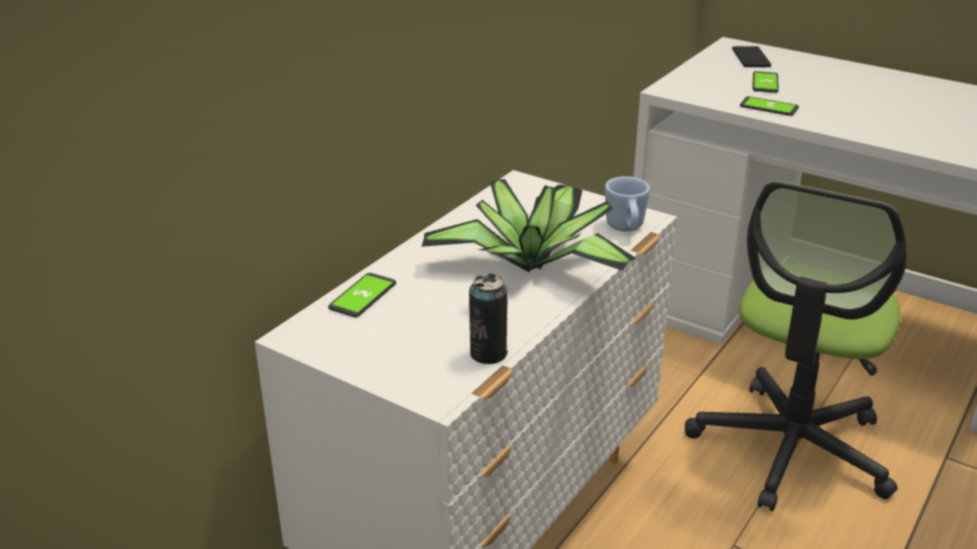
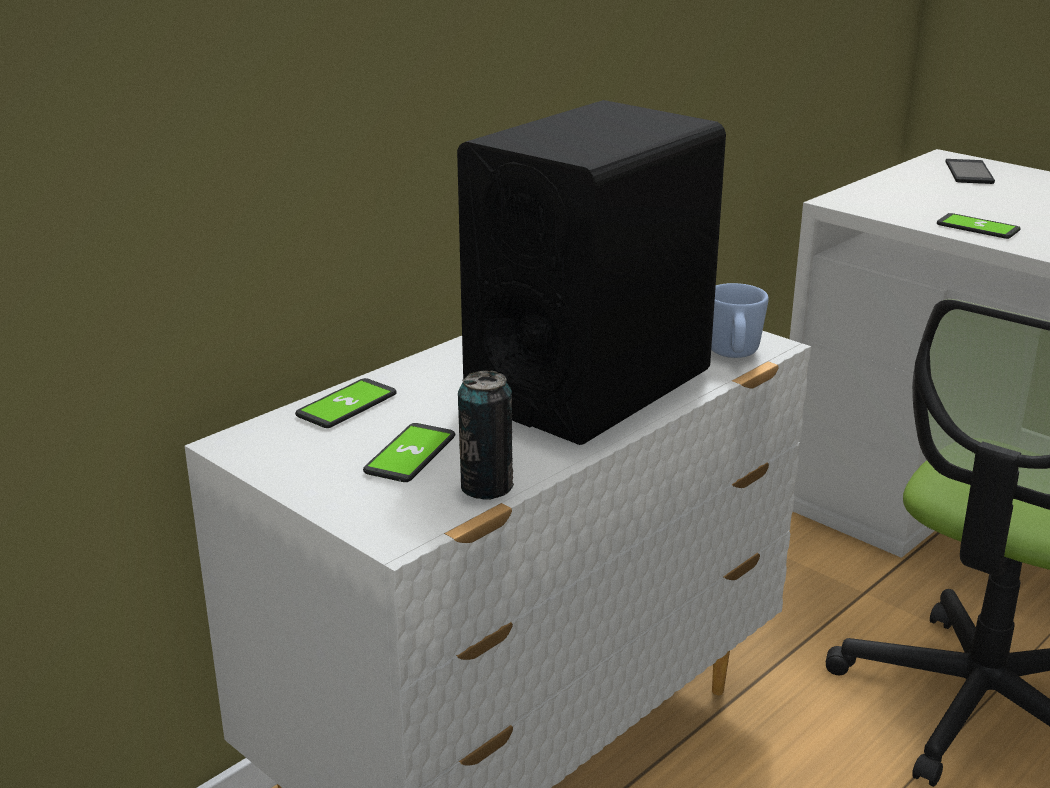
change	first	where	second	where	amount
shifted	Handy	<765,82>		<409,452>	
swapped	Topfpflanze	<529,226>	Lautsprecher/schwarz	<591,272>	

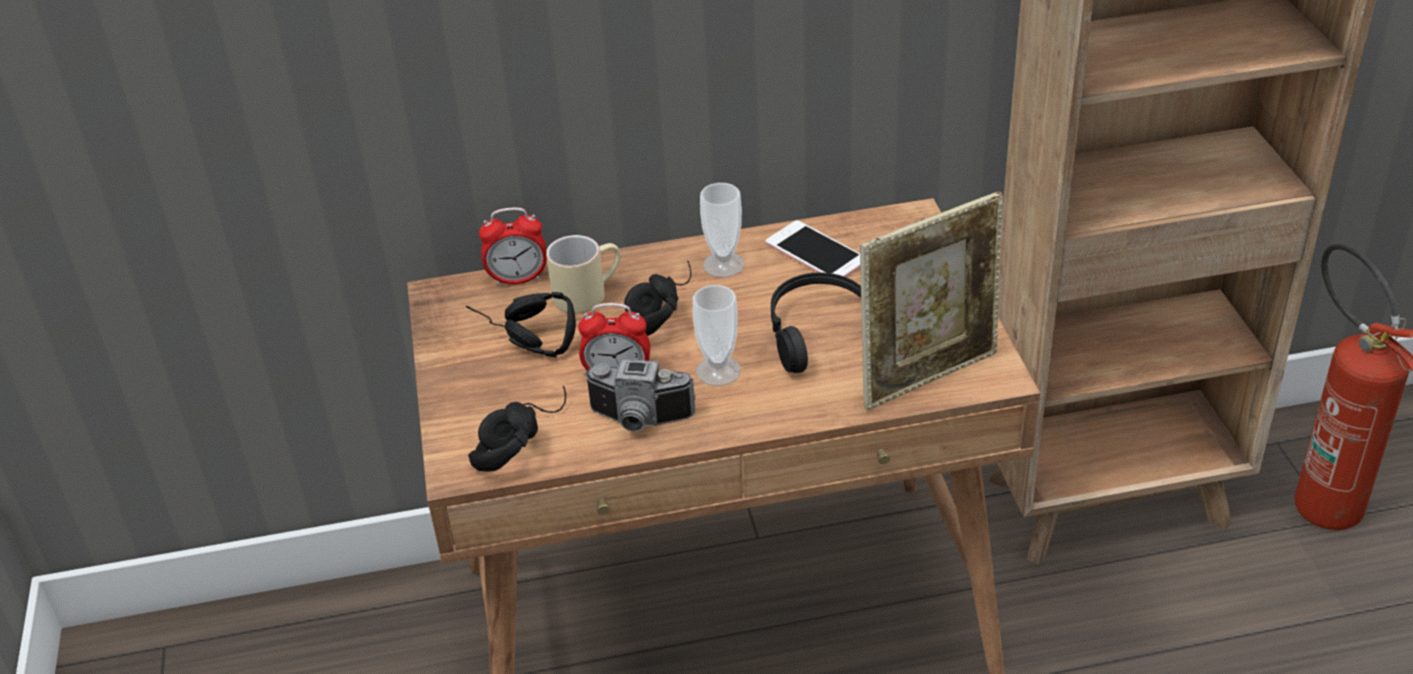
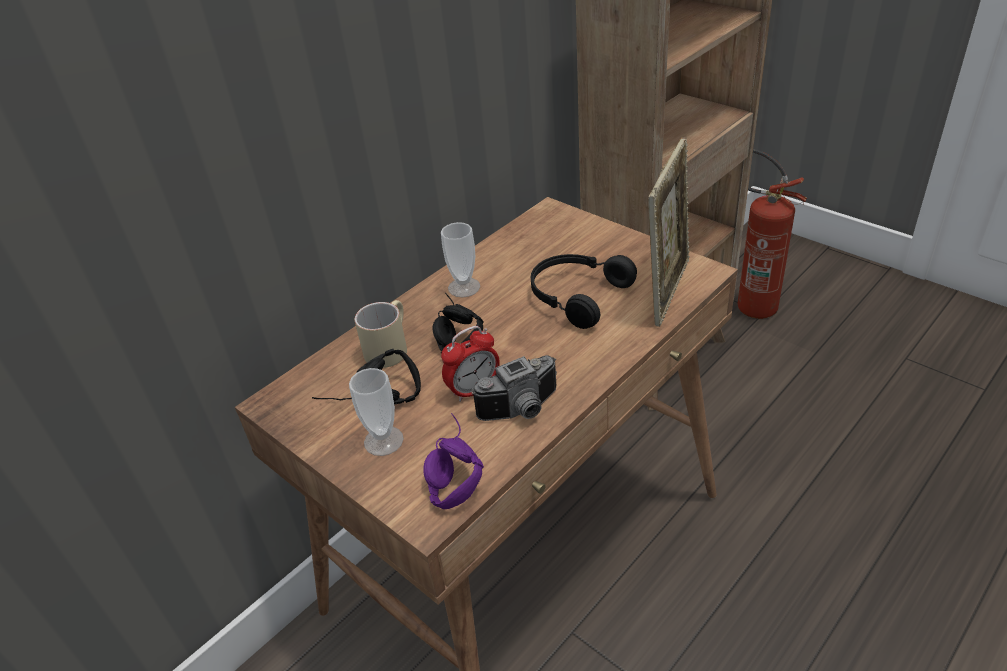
change	first	where	second	where	amount
gone	Wecker	<513,246>			
gone	Handy	<812,248>			
shifted	Tasse	<717,335>		<376,412>	
repainted	Kopfhörer/schwarz	<517,429>	Kopfhörer/lila	<453,461>	

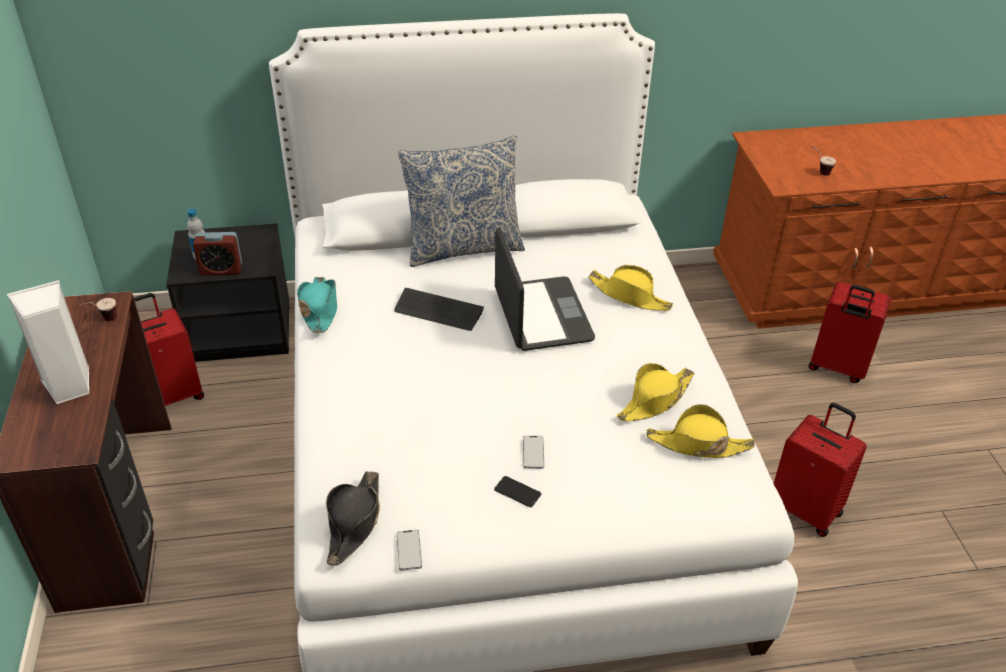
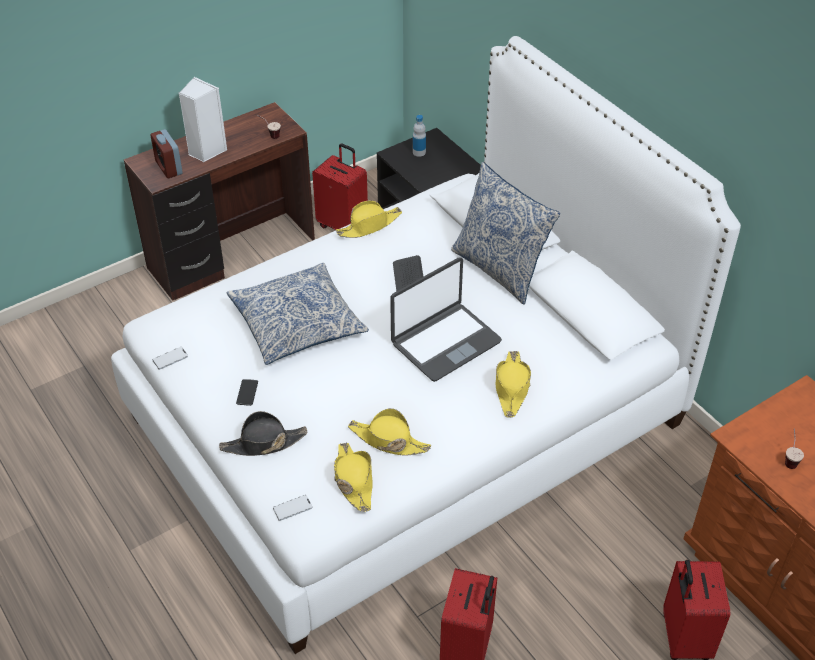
change	first	where	second	where	amount
new			Kissen	<297,314>	
shifted	Wecker	<217,254>		<166,153>	
shifted	Hut/schwarz	<353,518>		<263,433>	
shifted	Handy	<533,452>		<292,508>	
repainted	Hut/türkis	<317,305>	Hut/gelb	<369,219>	

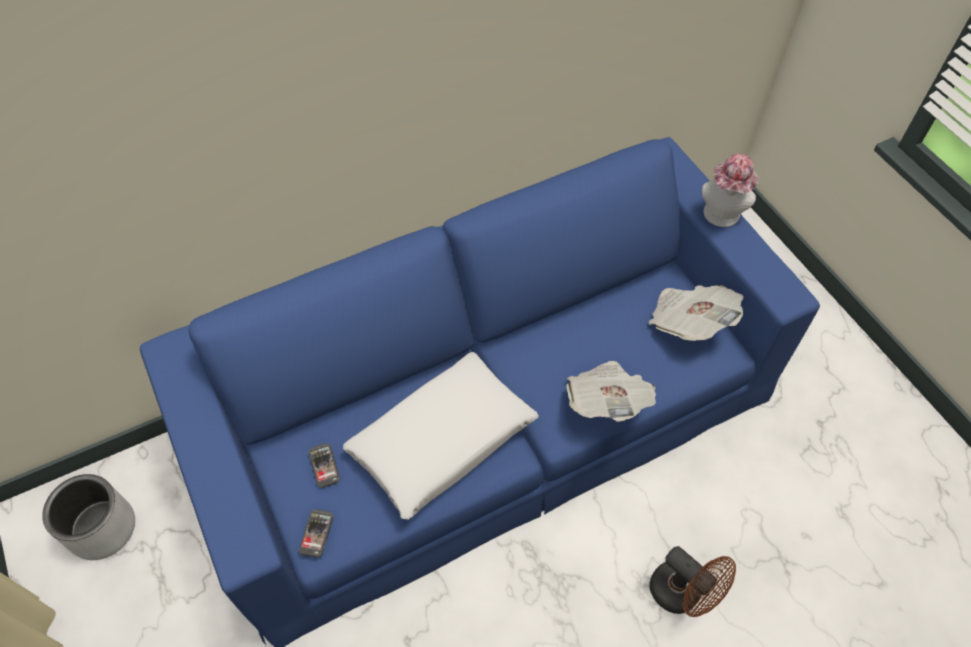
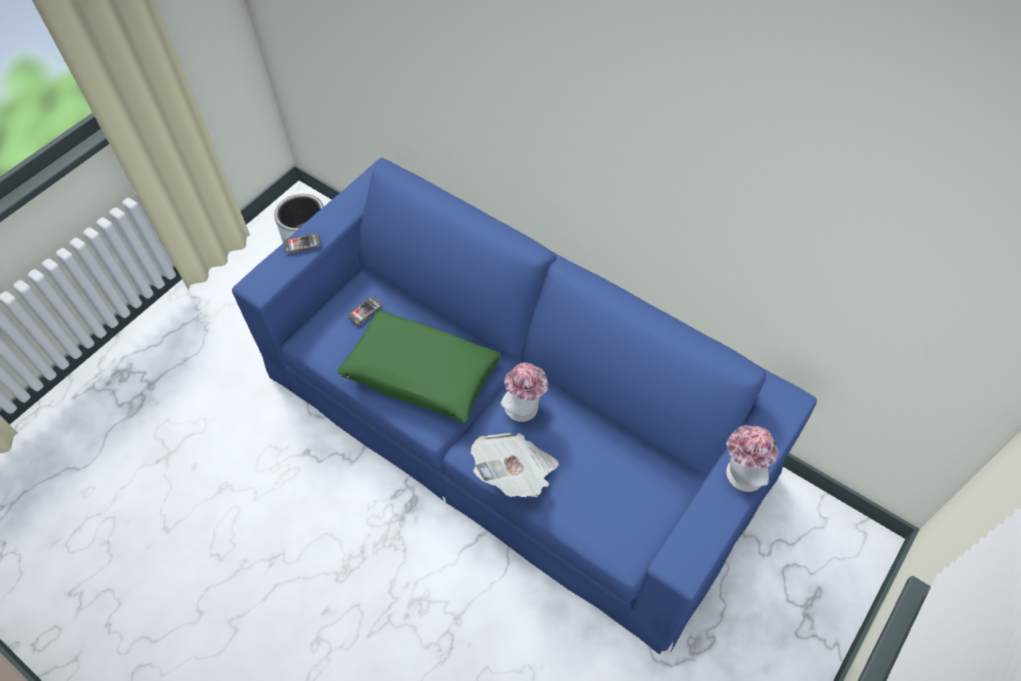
change	first	where	second	where	amount
gone	Zeitung	<696,313>			
gone	Ventilator/braun	<693,581>			
new			Hut	<524,392>	
shifted	Handy	<316,533>		<302,243>	
repainted	Kissen/weiß	<440,436>	Kissen/grün	<419,366>	

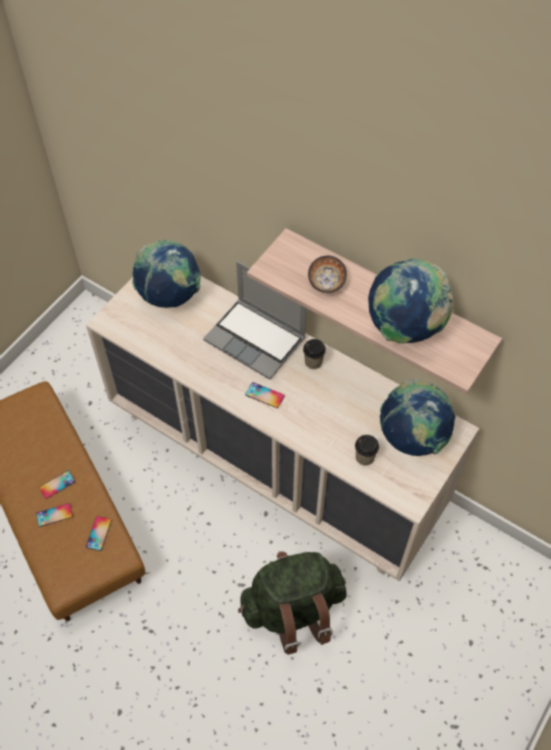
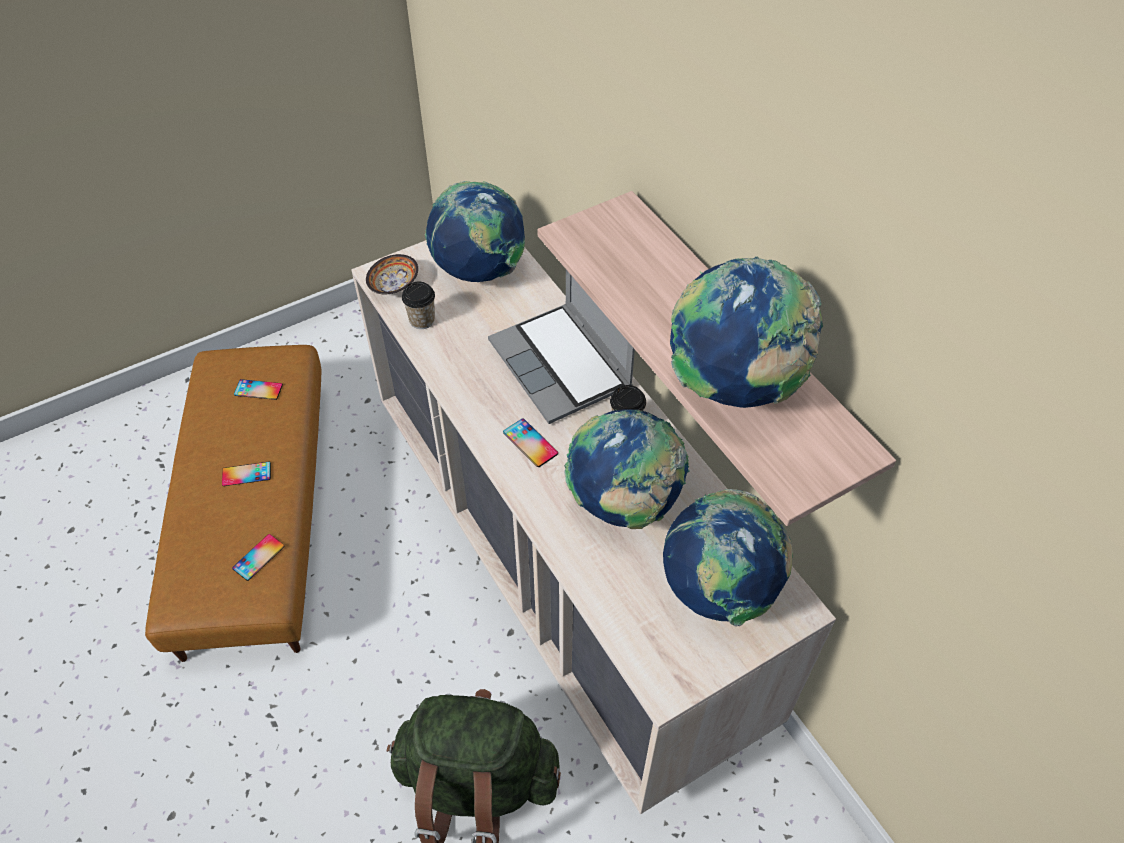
change	first	where	second	where	amount
new			Globus	<626,469>	
shifted	Handy	<54,515>		<258,389>	
shifted	Schüssel	<327,274>		<392,274>	
shifted	Tasse	<367,450>		<418,305>	

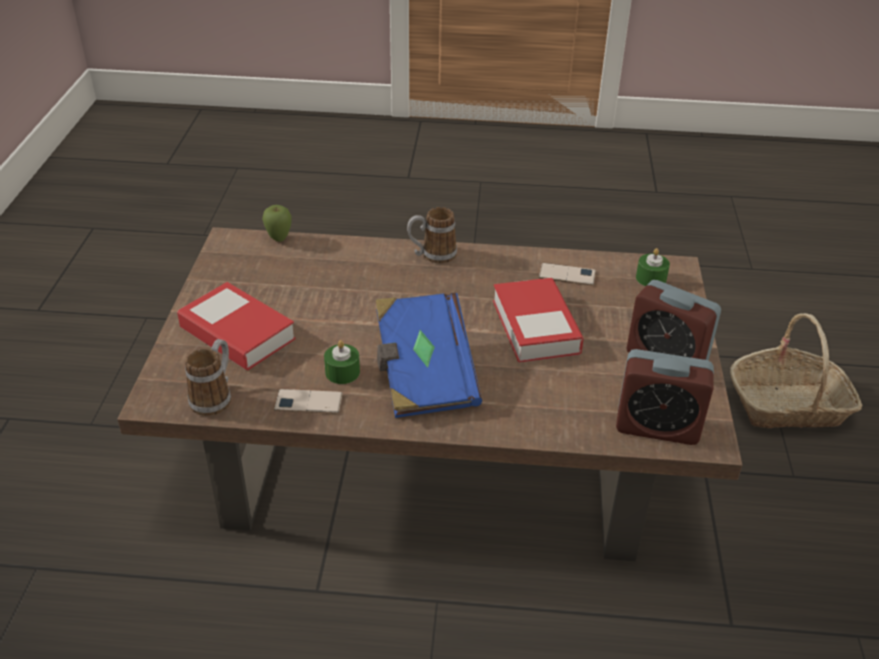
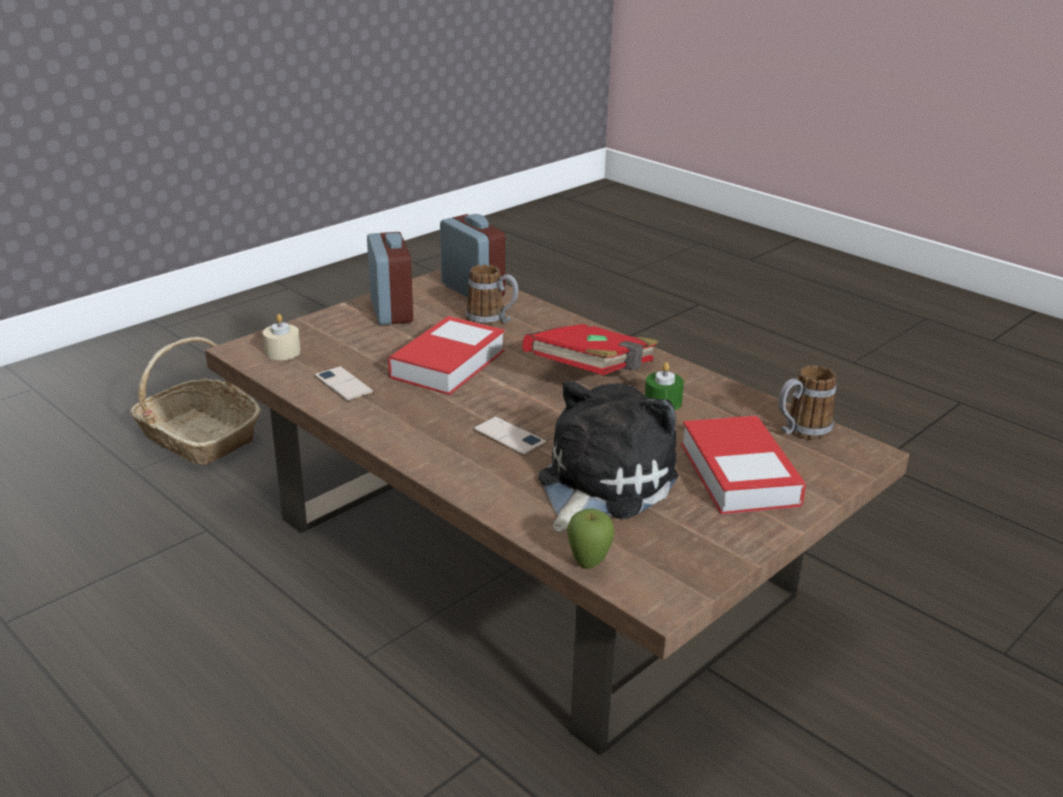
change	first	where	second	where	amount
new			Plüschtier	<608,456>	
shifted	Handy	<308,401>		<510,436>	
shifted	Henkelbecher	<432,235>		<492,295>	
repainted	Buch/blau	<428,355>	Buch/rot	<590,349>	
repainted	Kerze/grün	<653,267>	Kerze/beige	<282,337>	

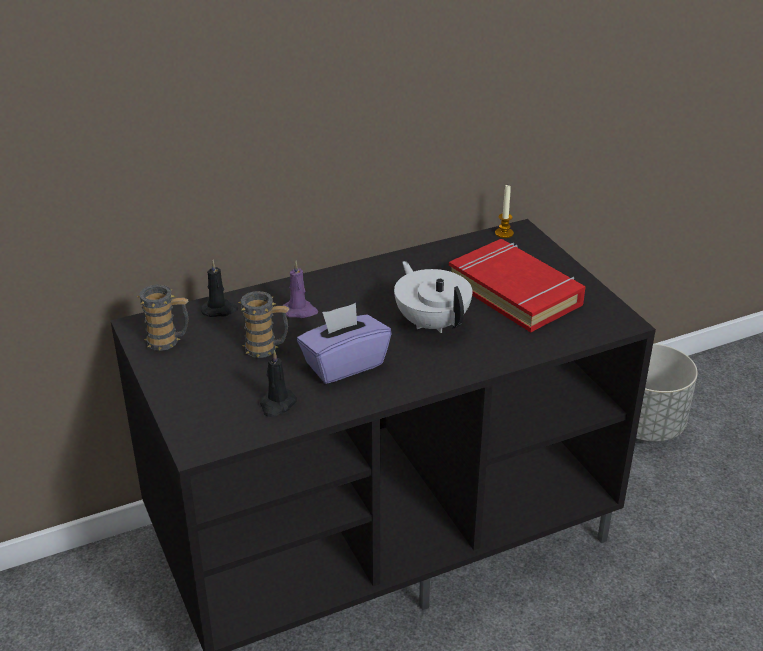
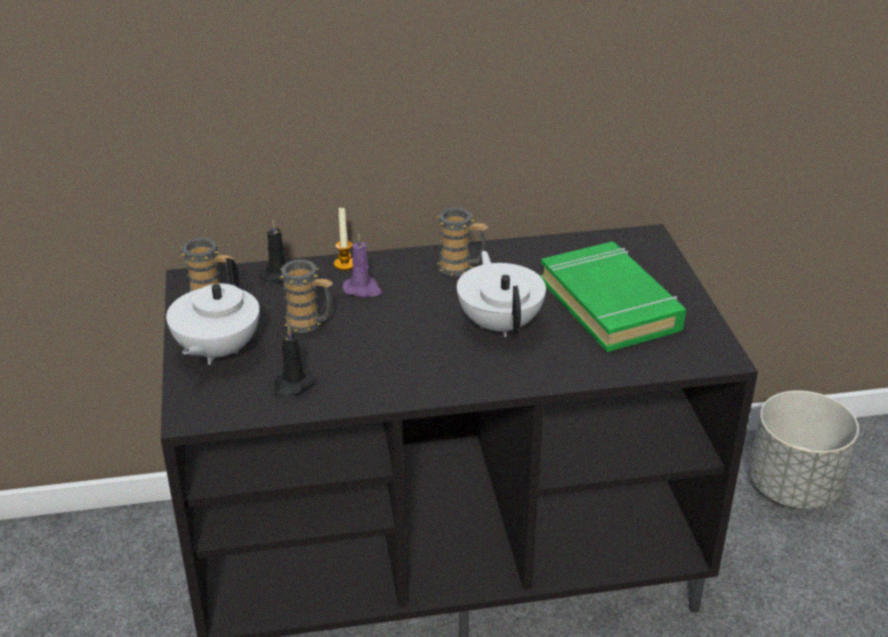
change	first	where	second	where	amount
gone	Taschentuchbox/lila	<344,343>			
new			Teekanne/weiß	<213,311>	
new			Henkelbecher	<462,241>	
shifted	Kerze	<504,211>		<343,239>	
repainted	Buch/rot	<517,285>	Buch/grün	<613,297>	

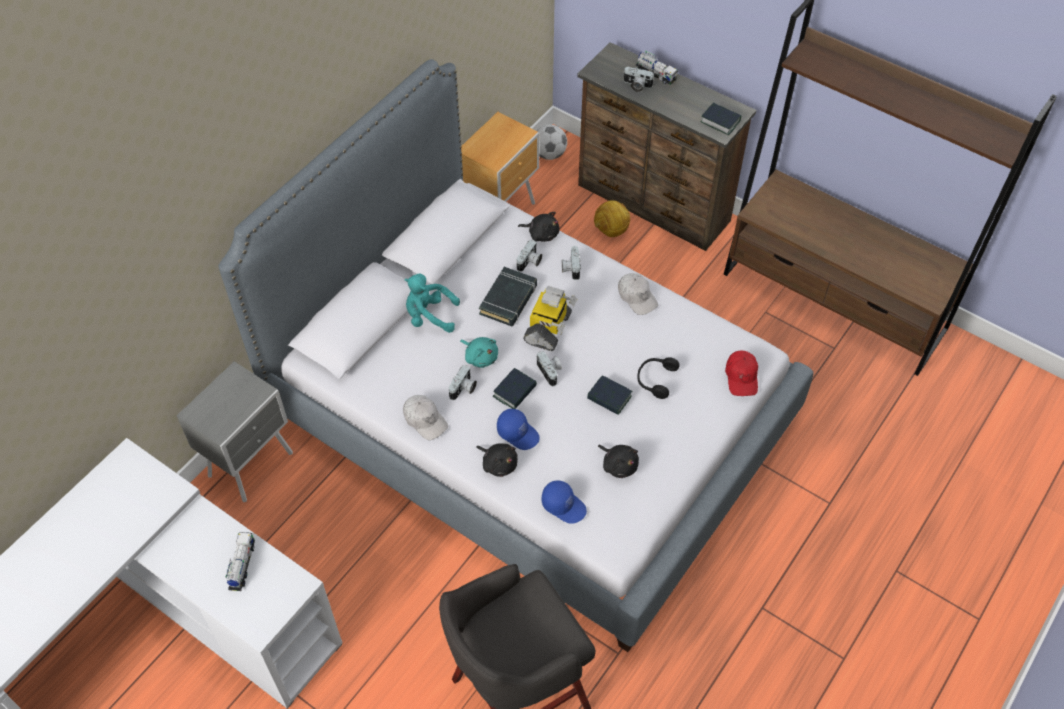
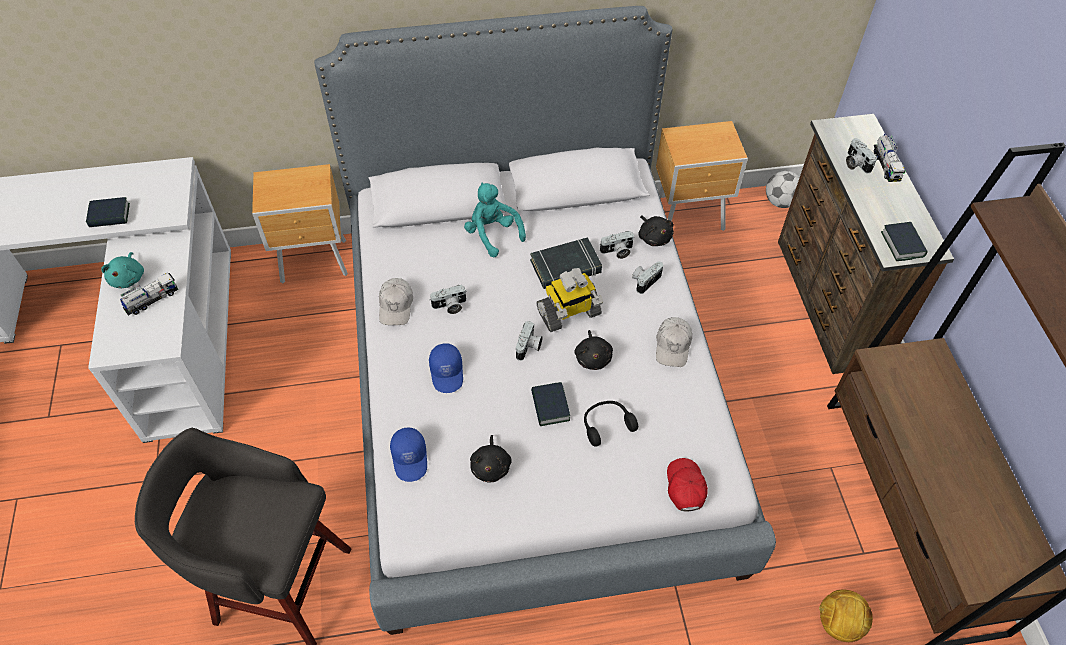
change	first	where	second	where	amount
shifted	Plüschtier/türkis	<479,352>		<122,270>	
shifted	Plüschtier/schwarz	<497,460>		<593,350>	
shifted	Buch	<515,388>		<108,212>	
shifted	Fußball	<612,218>		<846,616>	
repainted	Nachttisch/grau	<235,431>	Nachttisch/braun	<300,223>	
rotated	Kappe/rot	<741,373>		<687,485>	135 degrees clockwise

